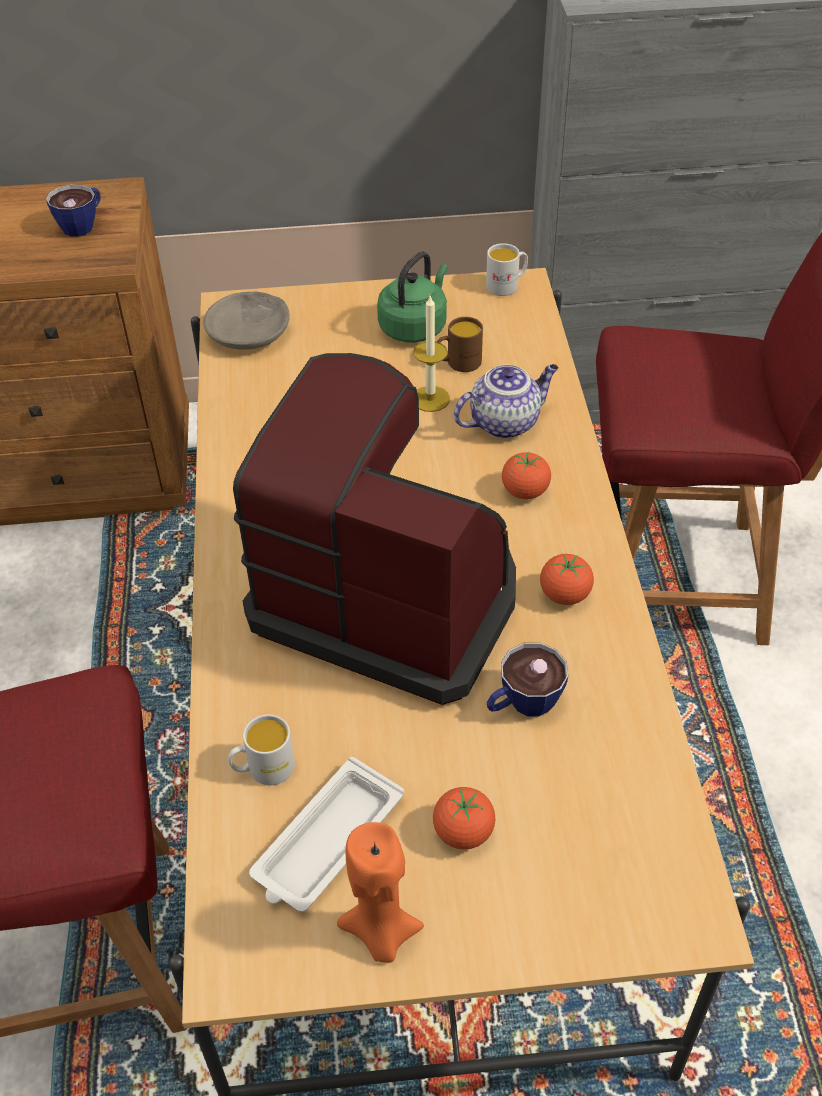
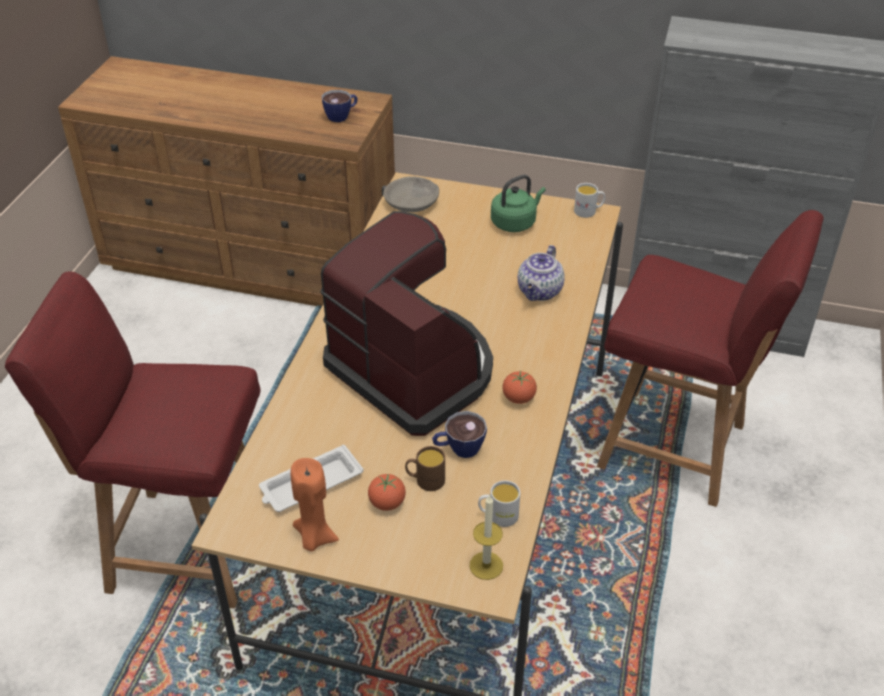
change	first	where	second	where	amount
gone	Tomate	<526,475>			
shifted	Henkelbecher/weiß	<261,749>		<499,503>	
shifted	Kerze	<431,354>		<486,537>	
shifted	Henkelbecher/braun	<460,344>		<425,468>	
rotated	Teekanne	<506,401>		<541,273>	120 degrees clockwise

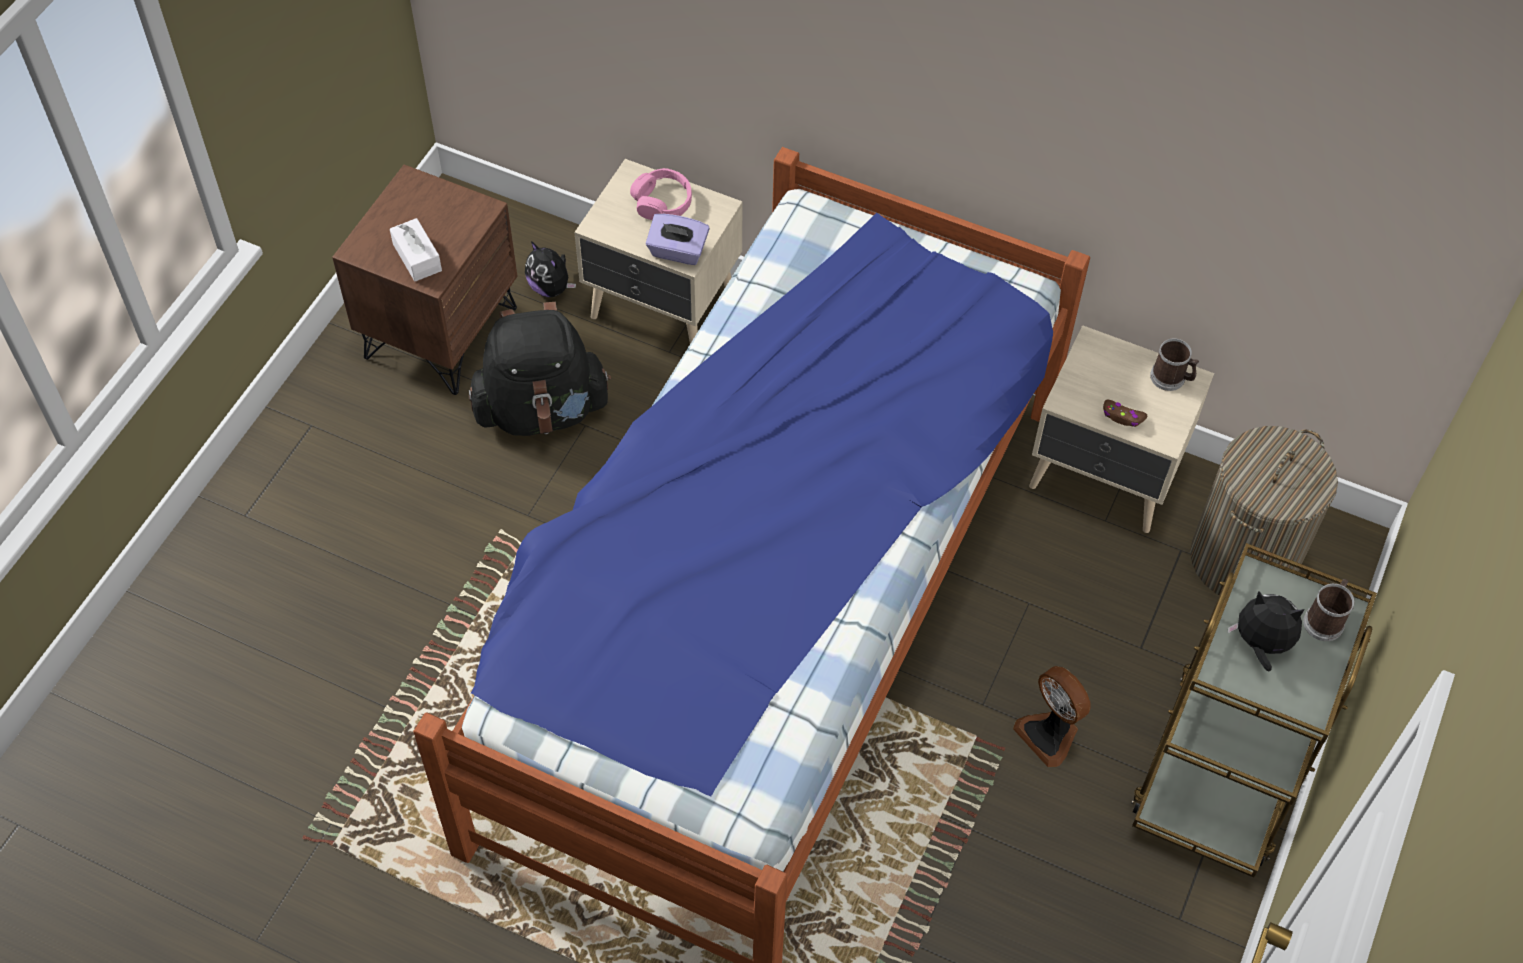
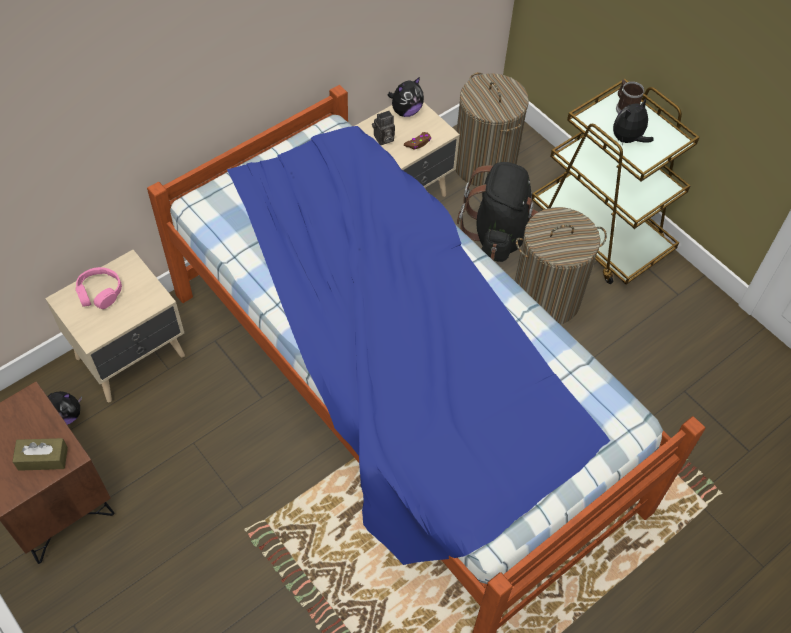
change	first	where	second	where	amount
gone	Taschentuchbox/lila	<678,239>			
new			Kamera	<383,128>	
shifted	Rucksack/schwarz	<540,369>		<497,212>	
swapped	Ventilator	<1052,716>	Wäschekorb	<561,266>	
swapped	Henkelbecher	<1174,364>	Plüschtier	<405,97>	
repainted	Taschentuchbox/weiß	<416,249>	Taschentuchbox/braun	<40,454>	

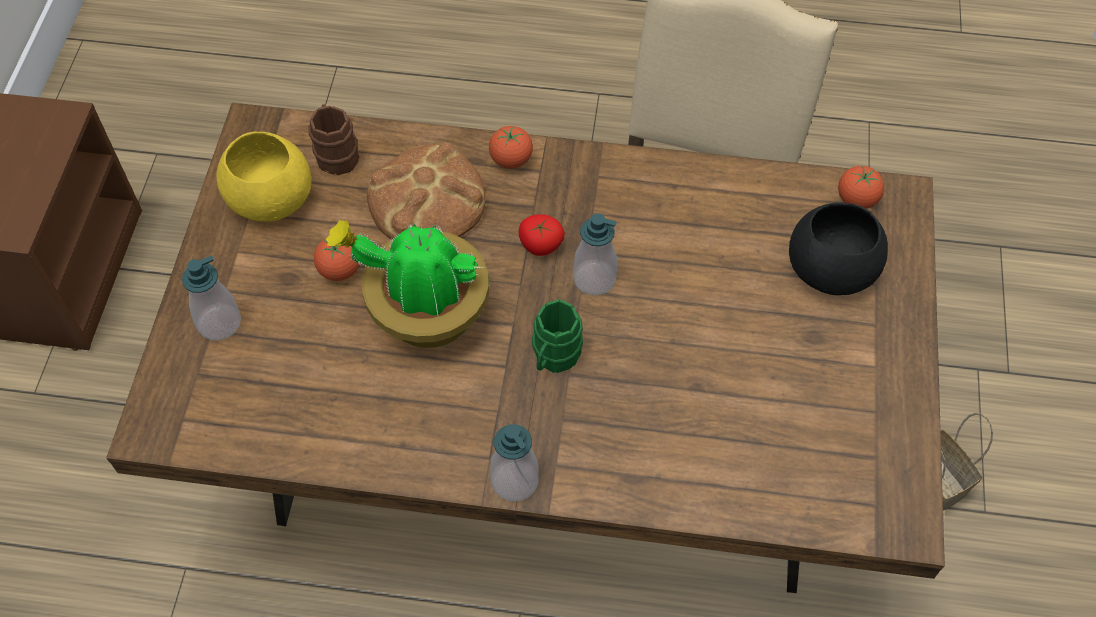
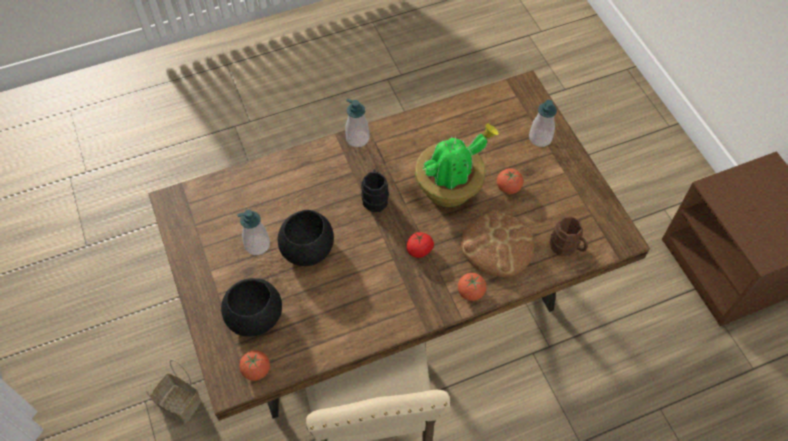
change	first	where	second	where	amount
gone	Schüssel/gelb	<263,176>			
new			Schüssel/schwarz	<306,238>	
shifted	Seifenspender	<595,254>		<253,232>	
repainted	Henkelbecher/grün	<557,336>	Henkelbecher/schwarz	<375,190>	

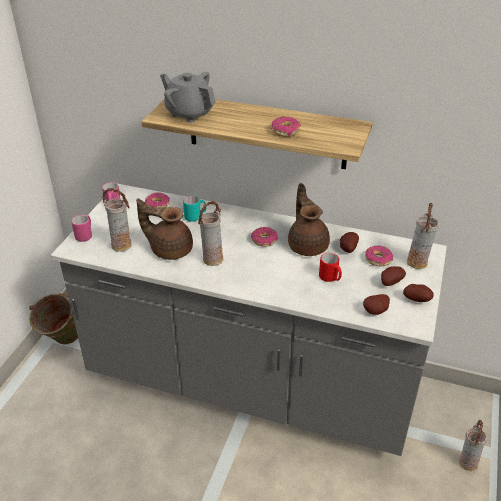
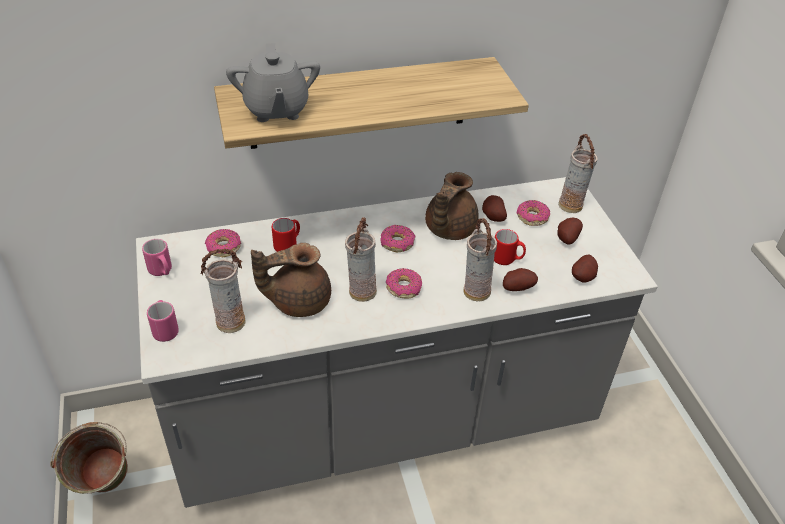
change	first	where	second	where	amount
shifted	Donut	<286,127>		<404,283>	
shifted	Kartoffel	<418,293>		<520,279>	
shifted	Vase	<473,445>		<480,259>	
repainted	Henkelbecher/türkis	<195,209>	Henkelbecher/rot	<286,235>	
rotated	Teekanne/grau	<188,97>		<273,82>	105 degrees counterclockwise
rotated	Teekanne/braun	<309,219>		<452,206>	105 degrees counterclockwise

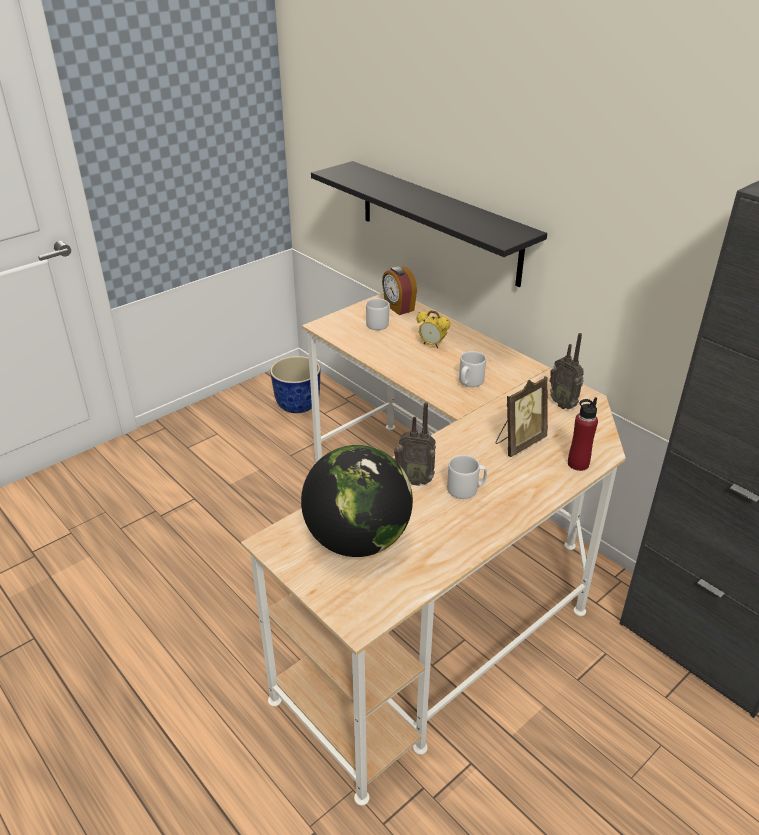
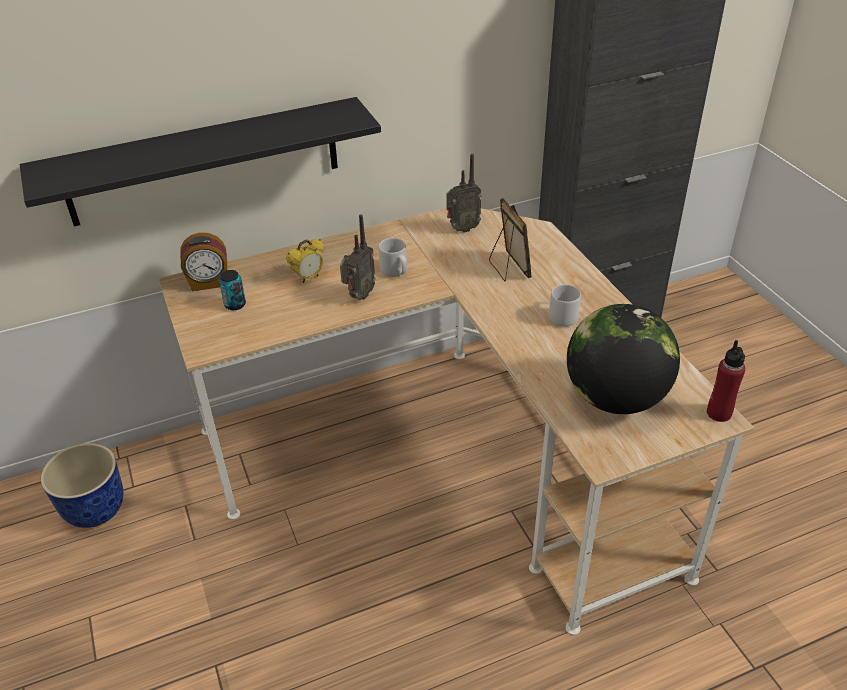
change	first	where	second	where	amount
shifted	Radio	<415,444>		<358,257>	
shifted	Flasche/rot	<583,434>		<726,381>	
swapped	Henkelbecher/grau	<378,314>	Dose	<232,290>	

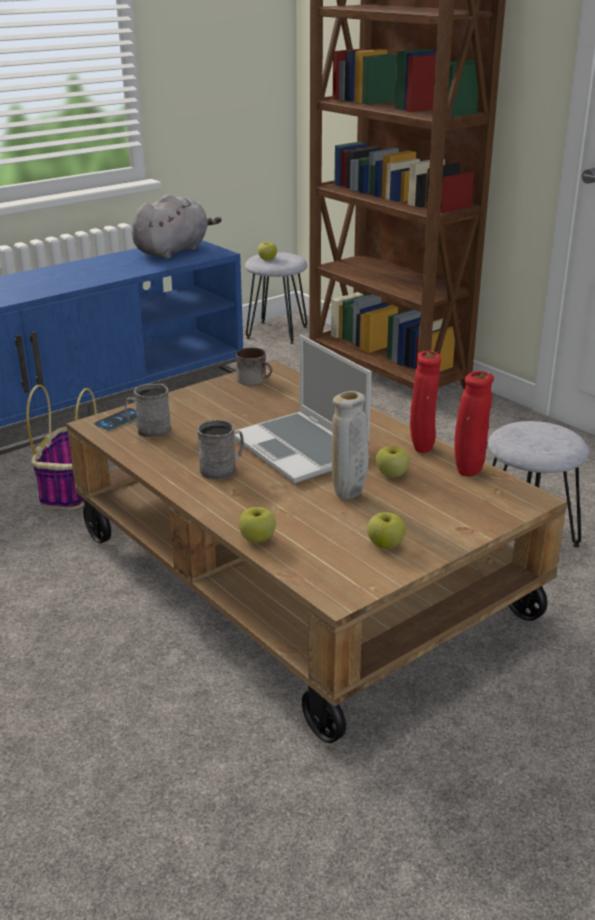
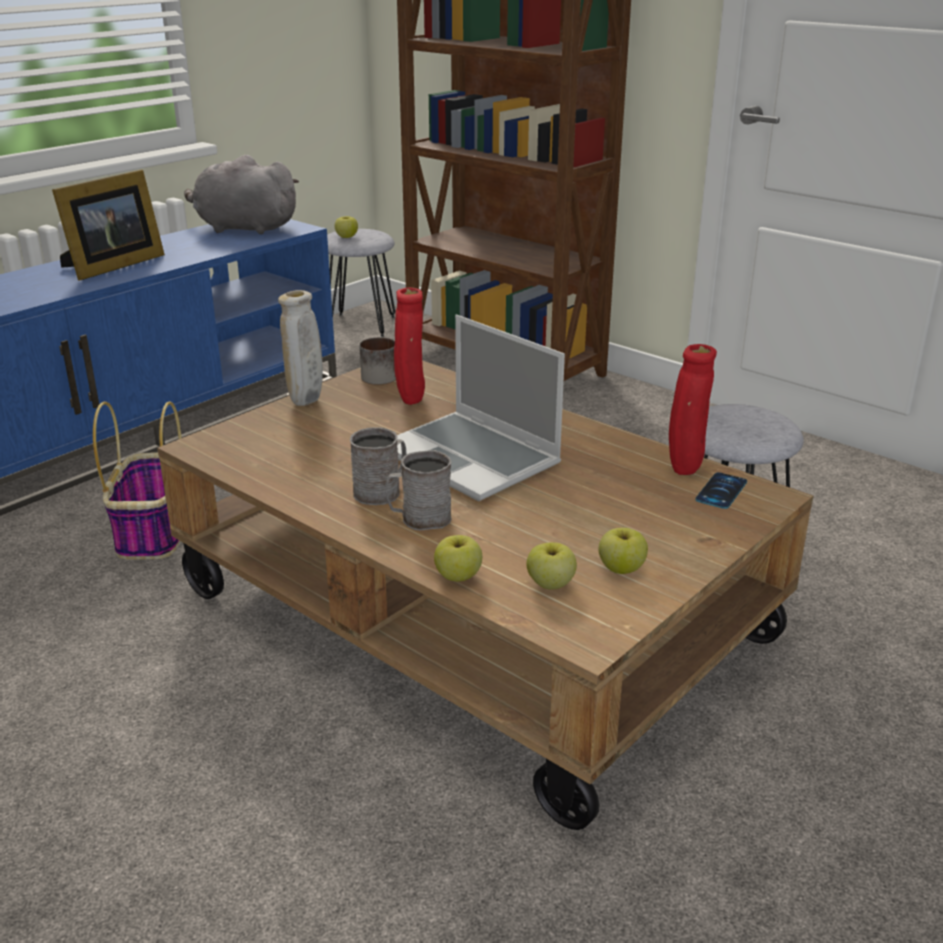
change	first	where	second	where	amount
new			Bilderrahmen	<108,225>	
shifted	Handy	<115,419>		<721,490>	
shifted	Henkelbecher/grau	<148,411>		<419,490>	
shifted	Vase/beige	<350,445>		<300,348>	
shifted	Apfel	<392,462>		<552,566>	
shifted	Vase/rot	<425,402>		<409,346>	
rotated	Plüschtier/grau	<177,226>		<241,194>	105 degrees counterclockwise

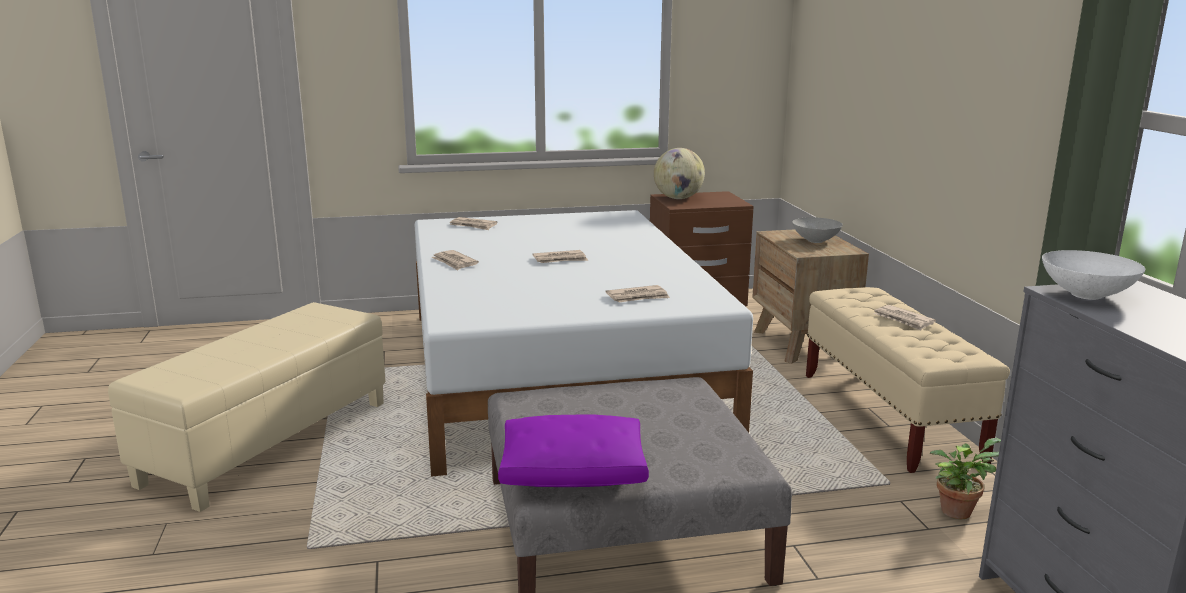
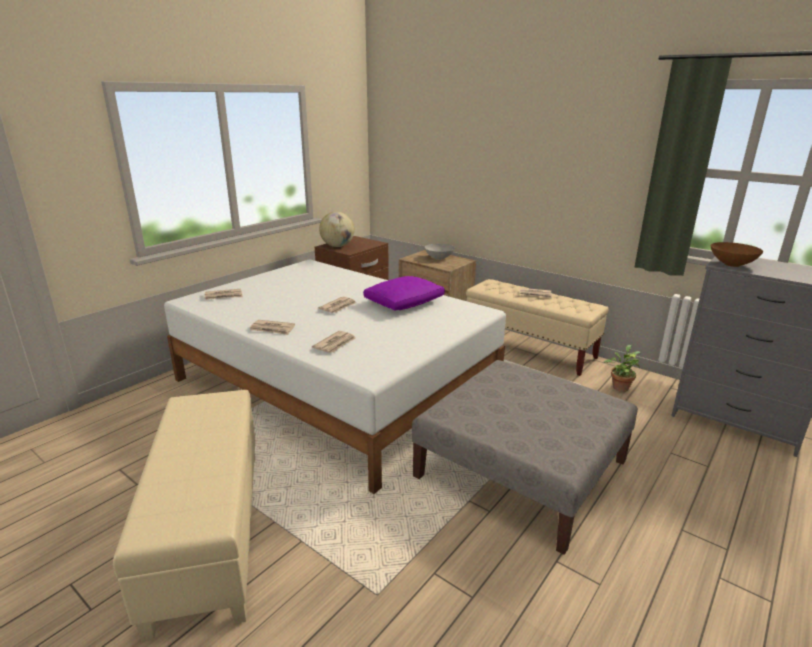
change	first	where	second	where	amount
shifted	Kissen/lila	<573,450>		<404,293>	
shifted	Zeitung	<638,294>		<334,342>	
repainted	Schüssel/weiß	<1093,275>	Schüssel/braun	<737,254>	

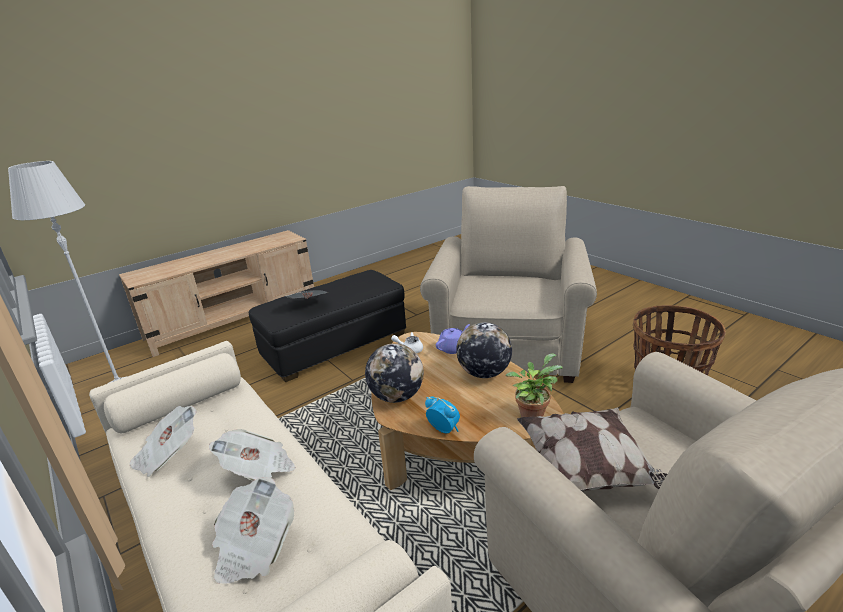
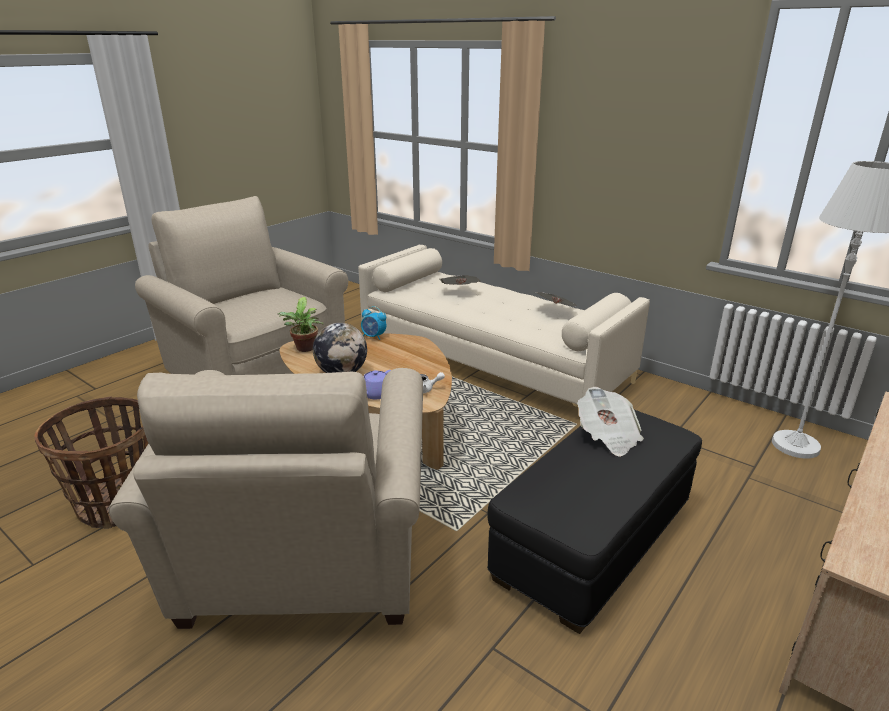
change	first	where	second	where	amount
gone	Zeitung	<252,454>			
gone	Globus	<394,373>			
gone	Kissen	<592,449>			

